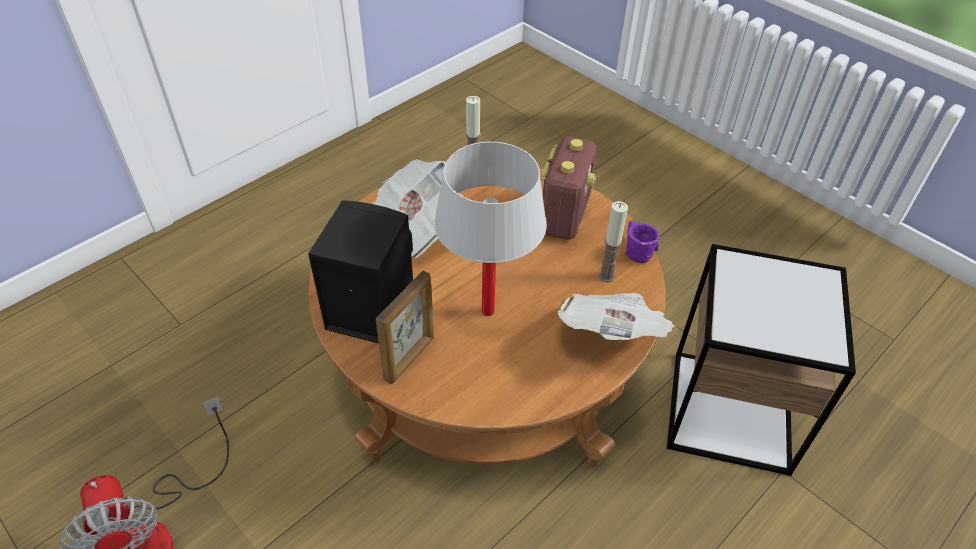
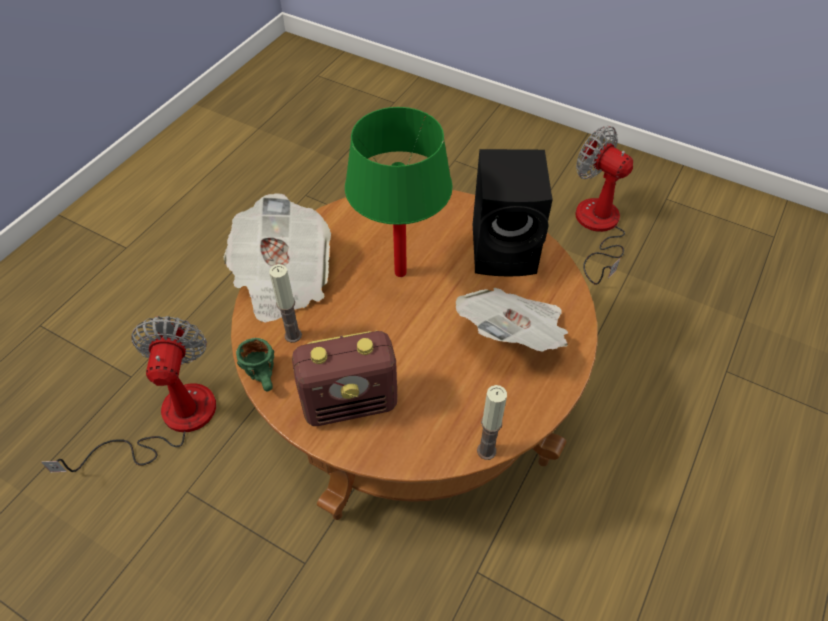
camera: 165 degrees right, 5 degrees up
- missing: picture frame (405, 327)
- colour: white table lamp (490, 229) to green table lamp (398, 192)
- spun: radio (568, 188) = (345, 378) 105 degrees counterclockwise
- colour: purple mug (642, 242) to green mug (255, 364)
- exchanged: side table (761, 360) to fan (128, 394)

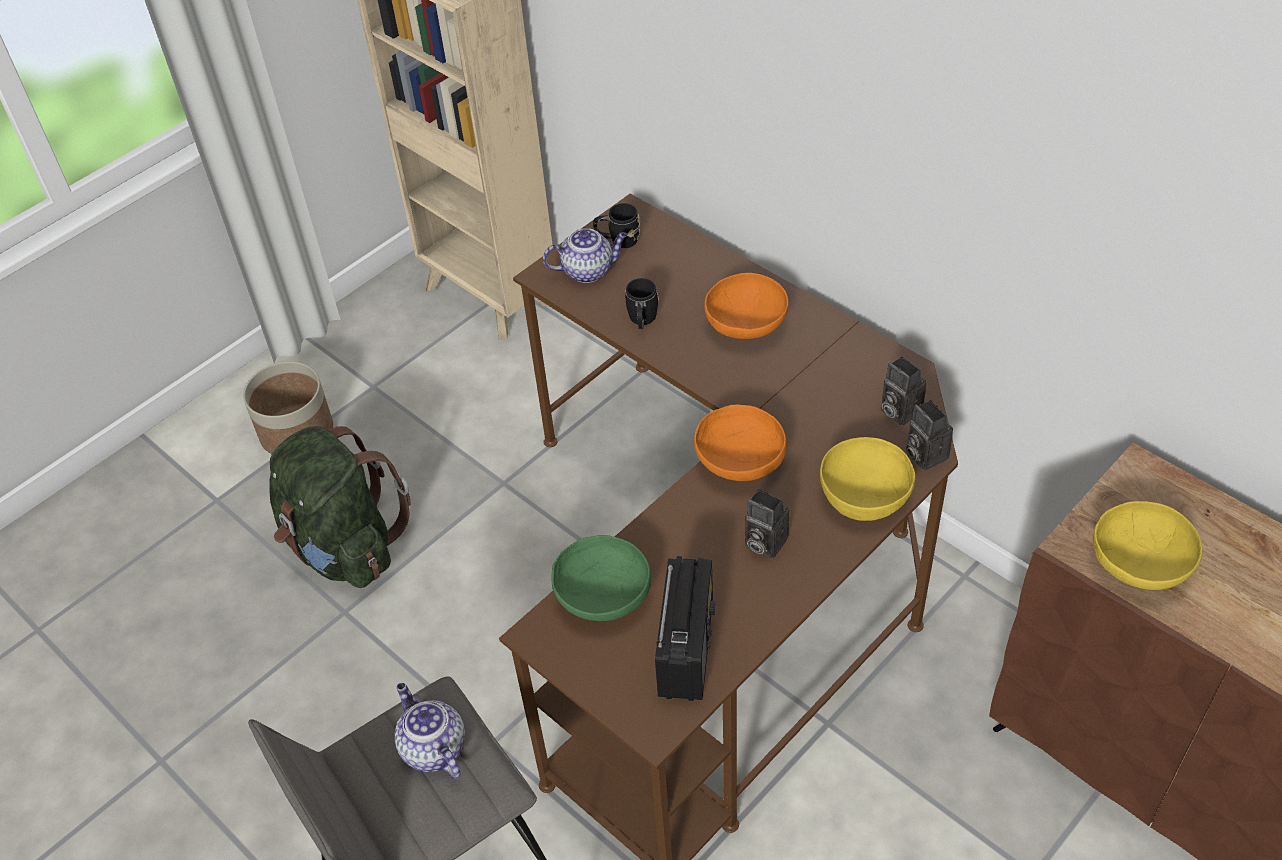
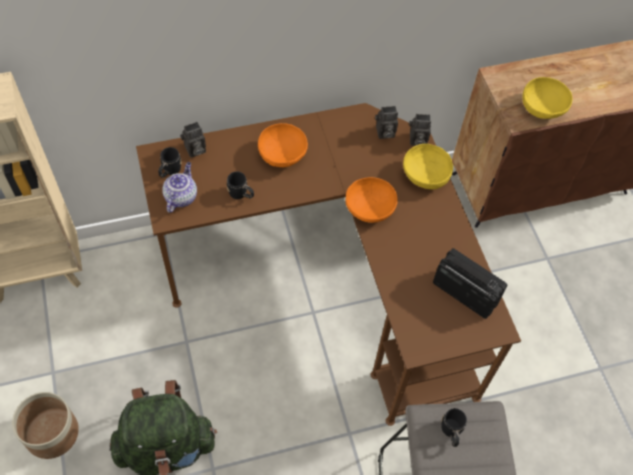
camera: 65 degrees left, 10 degrees up
- exchanged: teapot (430, 731) to black mug (454, 427)
- missing: green bowl (601, 578)
- relocated: photo camera (767, 524) to (193, 139)

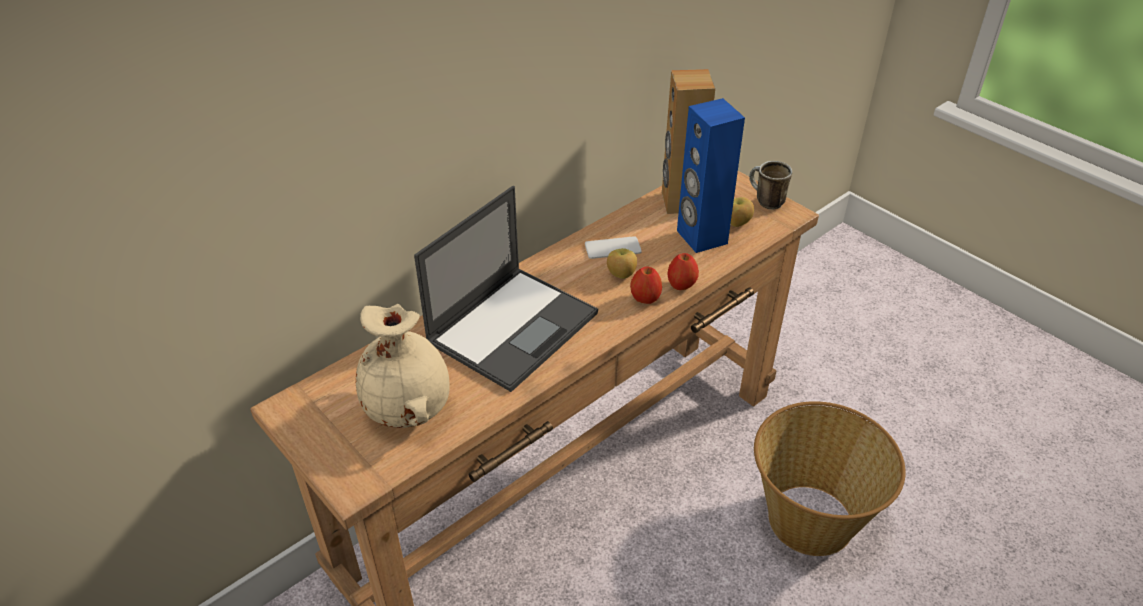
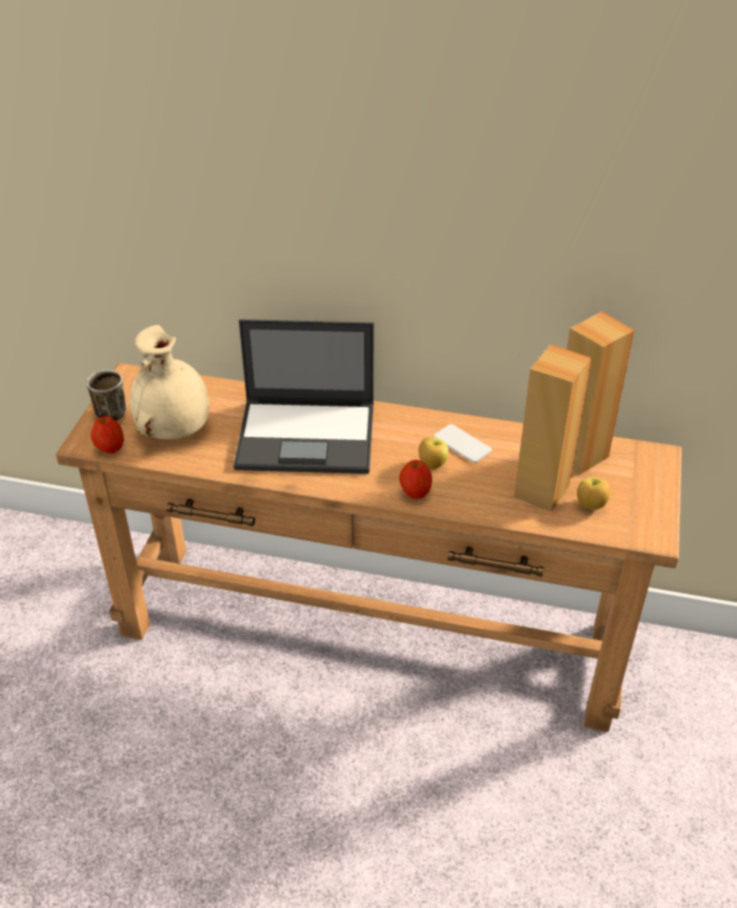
camera: 55 degrees right, 0 degrees up
- relocated: apple (683, 271) to (107, 435)
- colour: blue speaker (711, 175) to brown speaker (553, 428)
- relocated: mug (770, 185) to (106, 395)
- missing: basket (830, 478)

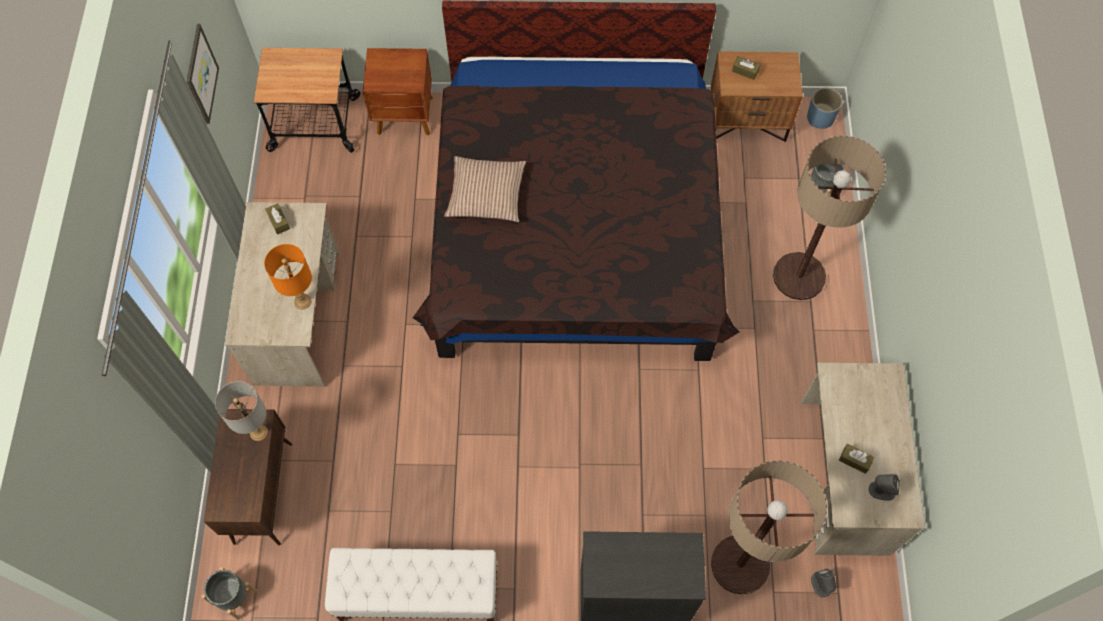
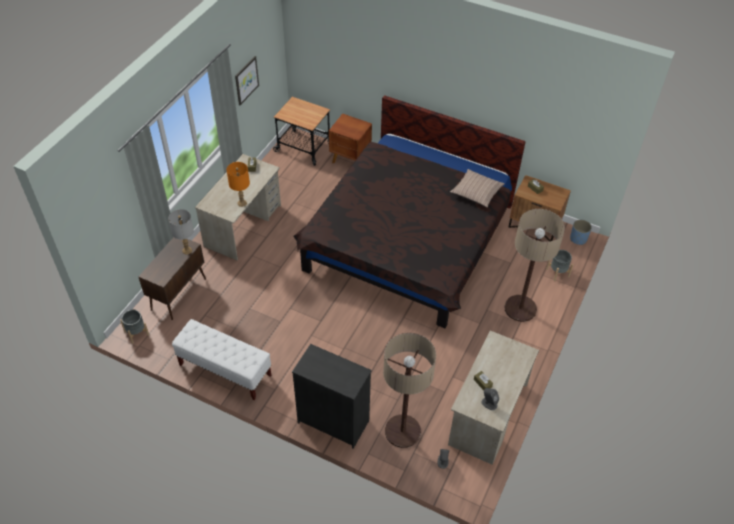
camera: 25 degrees right, 15 degrees down
- relocated: pillow (485, 189) to (477, 188)

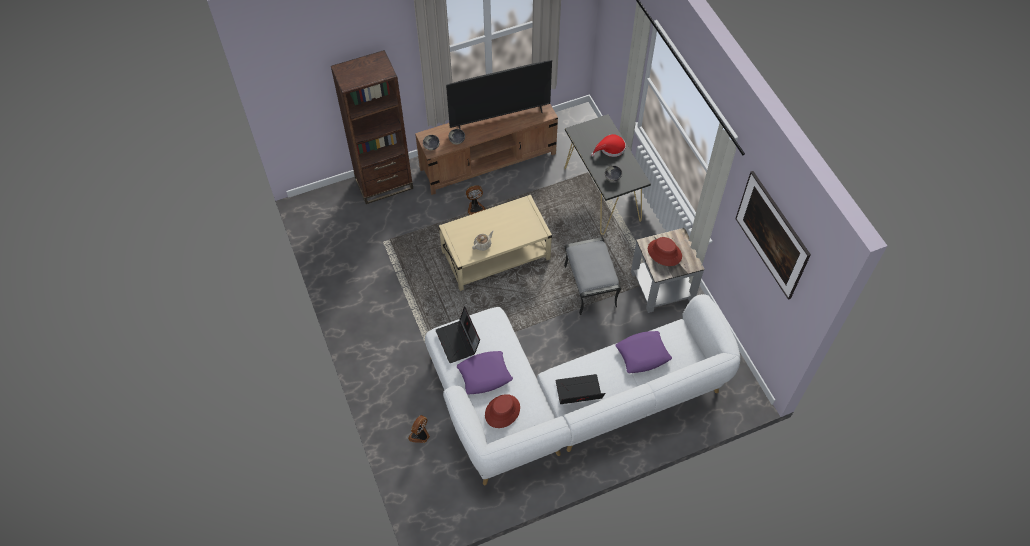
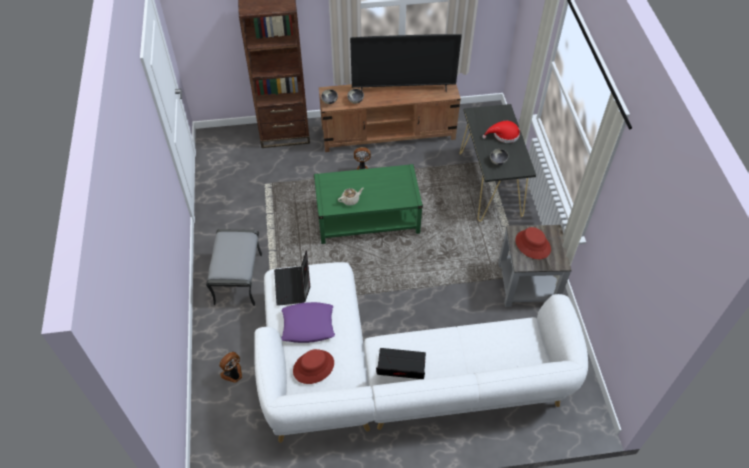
camera: 15 degrees right, 5 degrees down
- colour: beige coffee table (495, 243) to green coffee table (368, 204)
- relocated: grey ottoman (592, 276) to (234, 267)
- missing: purple pillow (644, 352)
- missing: picture (773, 235)

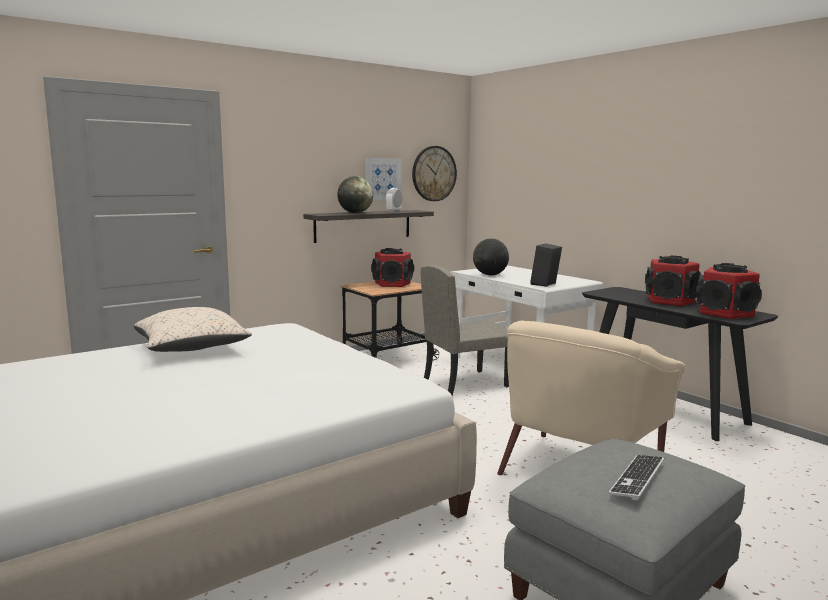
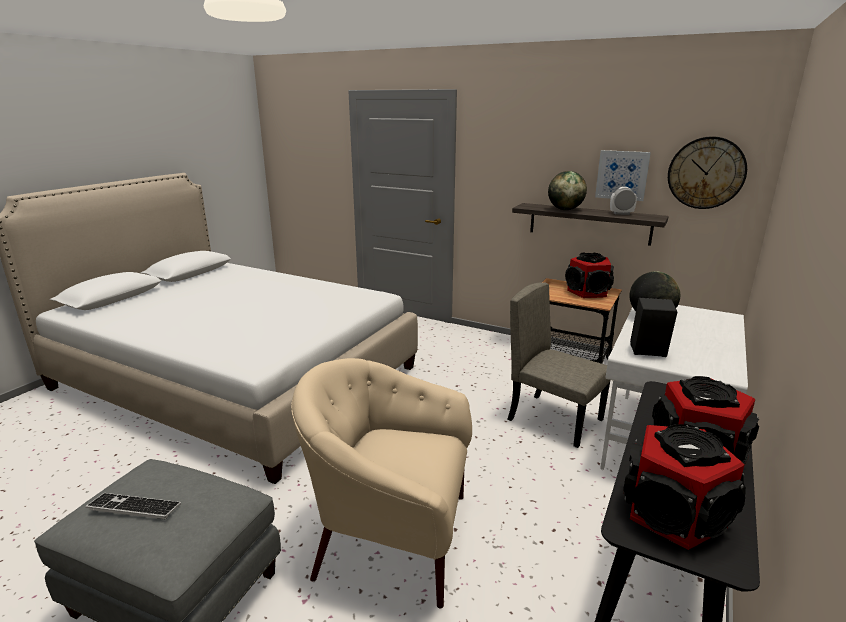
camera: 65 degrees right, 10 degrees up
- missing: beige pillow (193, 329)

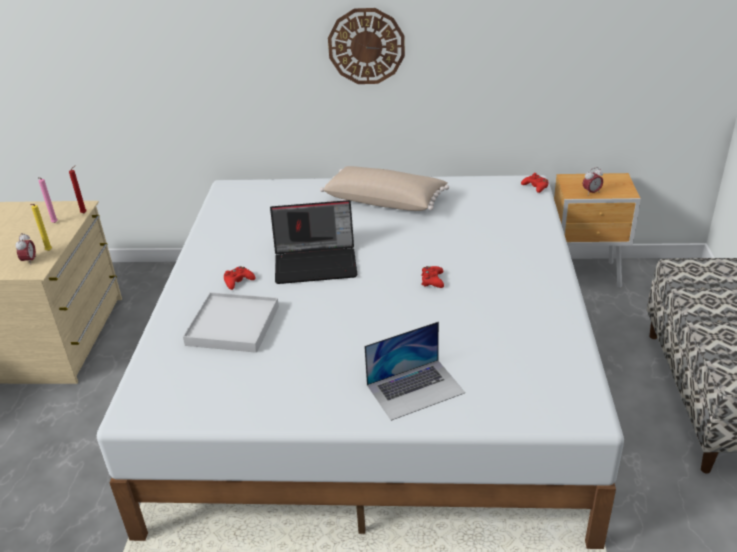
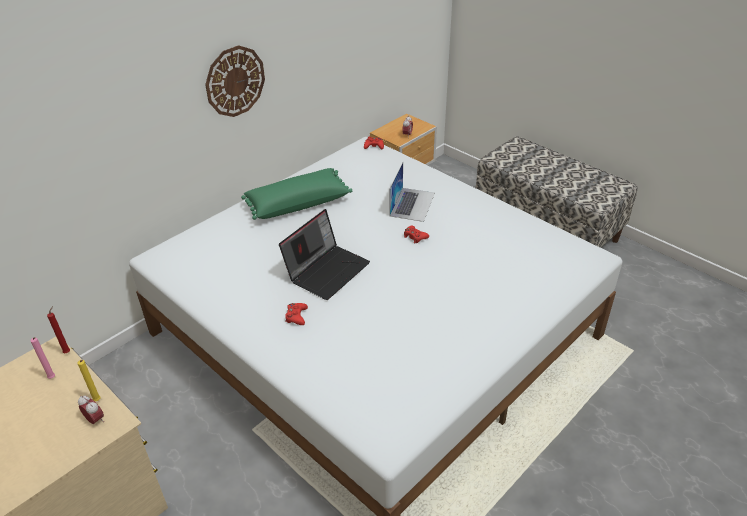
camera: 50 degrees left, 5 degrees up
- missing: white tray (231, 322)
- colour: beige pillow (384, 188) to green pillow (296, 194)
- relocated: laptop (414, 371) to (412, 192)

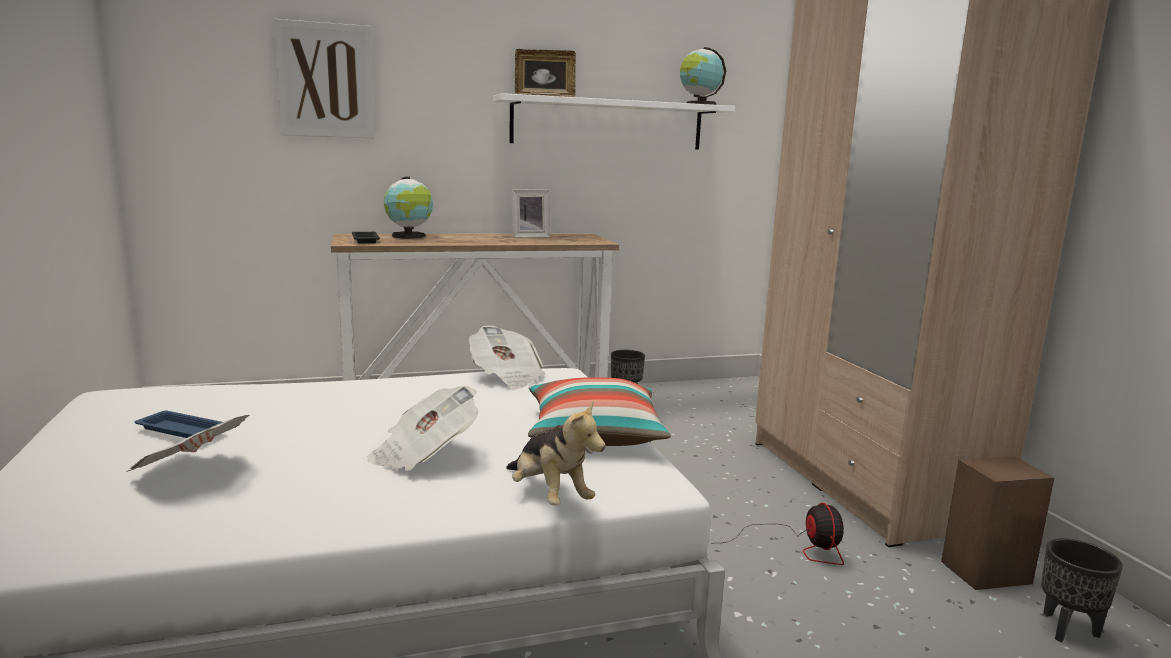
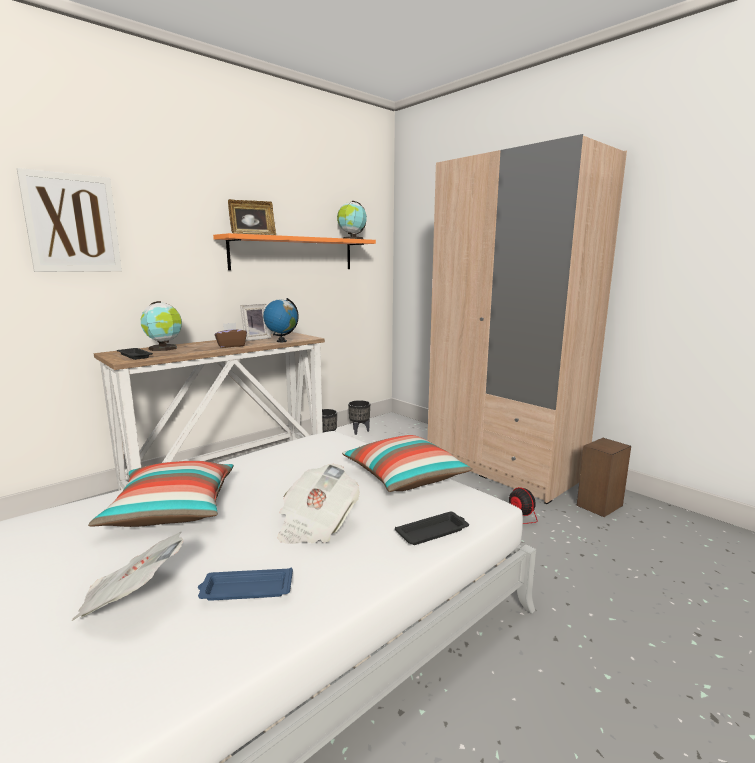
camera: 25 degrees left, 0 degrees up
- relocated: blue tray (179, 424) to (245, 584)
- missing: newspaper (506, 357)
- colour: white shelf (614, 121) to orange shelf (294, 251)
- exchanged: plush toy (556, 454) to black tray (432, 528)
- relocated: black planter (1082, 590) to (359, 417)
- appeared: pillow (161, 494)
- appeared: brown tissue box (231, 335)
- appeared: globe (281, 320)

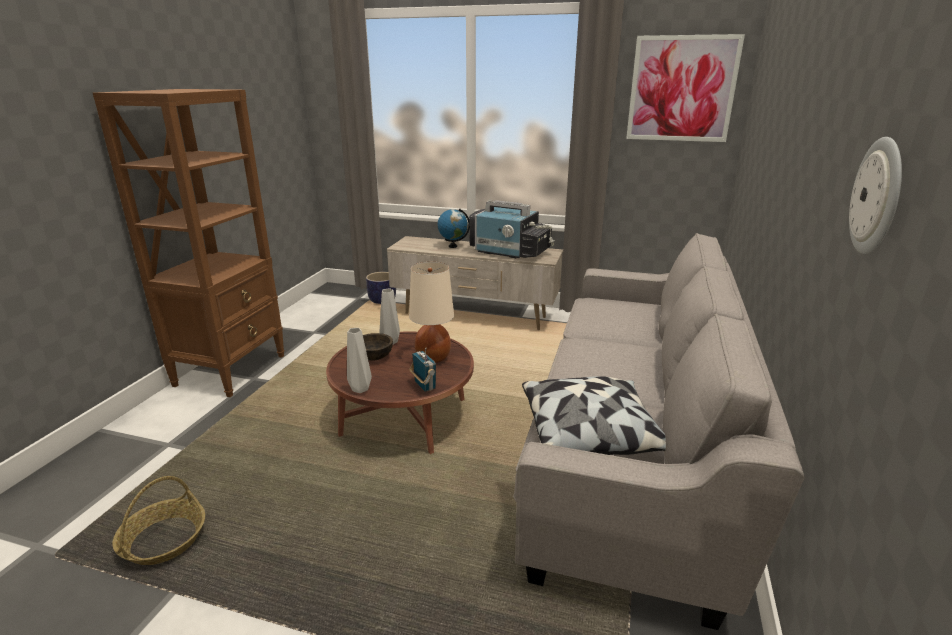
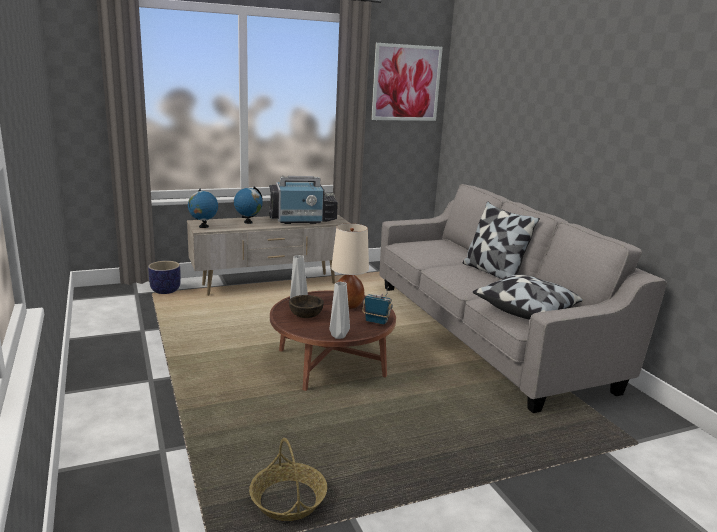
camera: 40 degrees left, 5 degrees down
- missing: brown bookcase (189, 243)
- missing: wall clock (875, 195)
- appeared: globe (203, 208)
- appeared: pillow (501, 240)

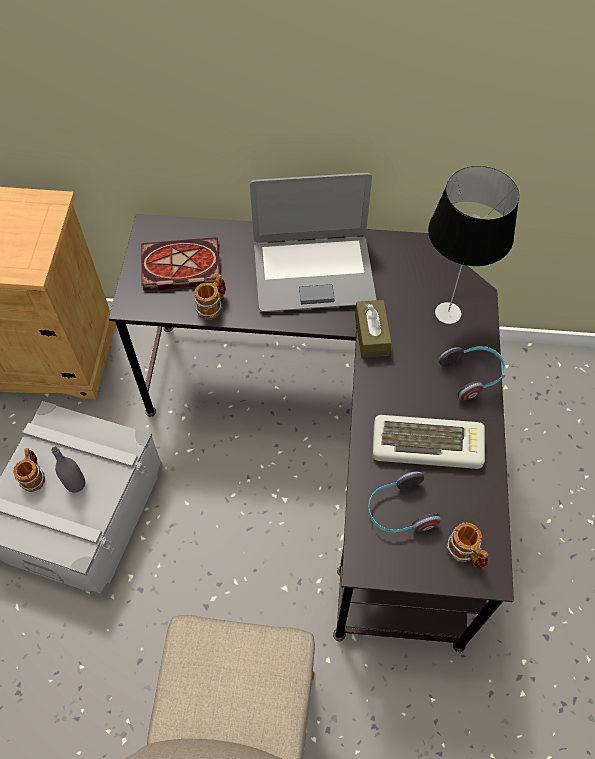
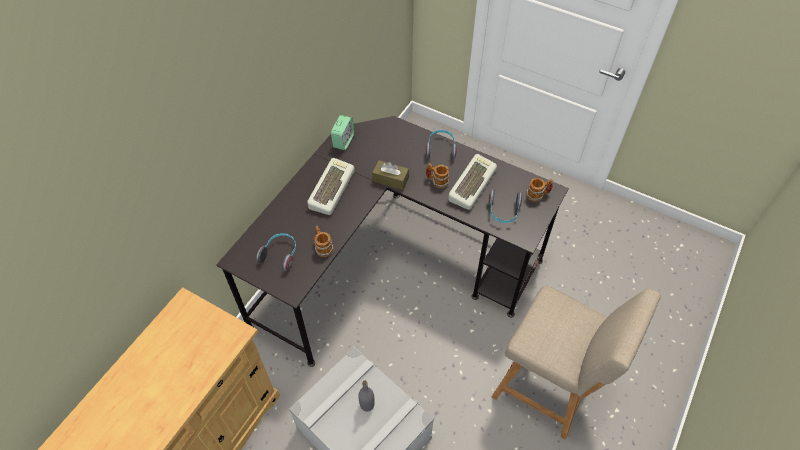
camera: 65 degrees left, 5 degrees down
- relocated: mug (29, 470) to (437, 176)
- exchanged: book (180, 263) to headphones (276, 252)
- exchanged: laptop (313, 242) to keyboard (331, 186)
- missing: table lamp (473, 245)
- appeared: alarm clock (342, 132)

